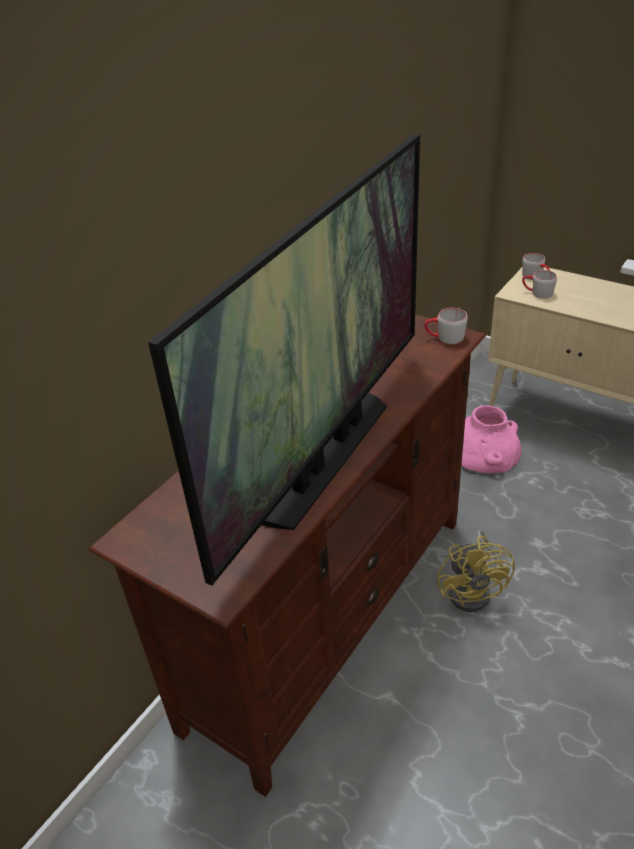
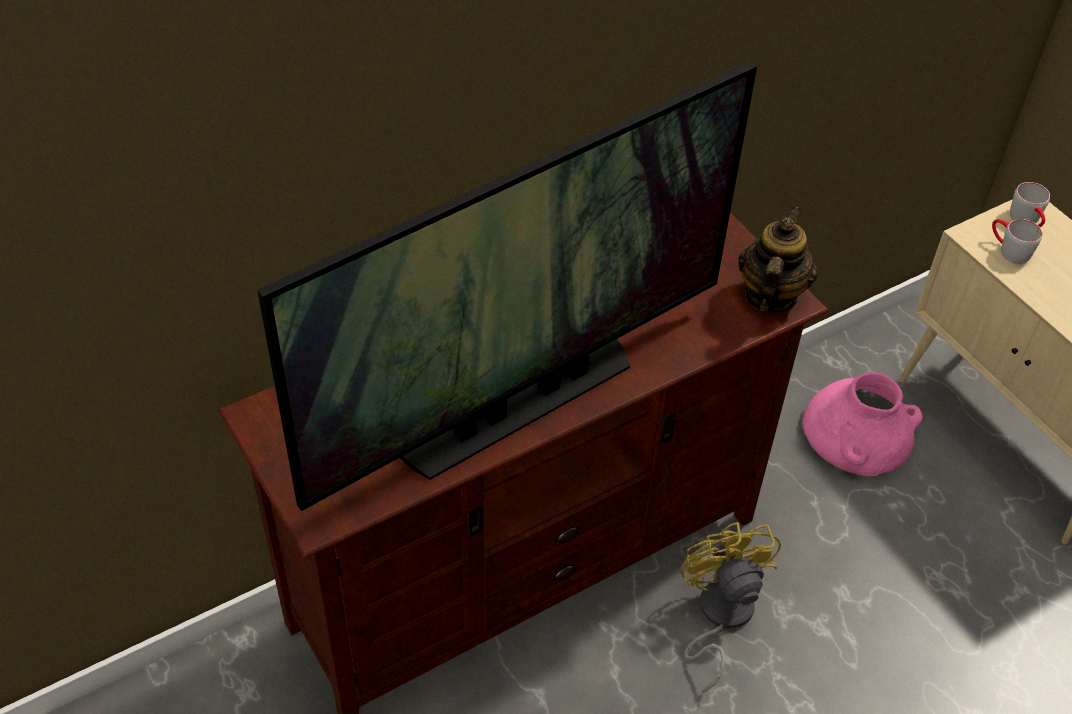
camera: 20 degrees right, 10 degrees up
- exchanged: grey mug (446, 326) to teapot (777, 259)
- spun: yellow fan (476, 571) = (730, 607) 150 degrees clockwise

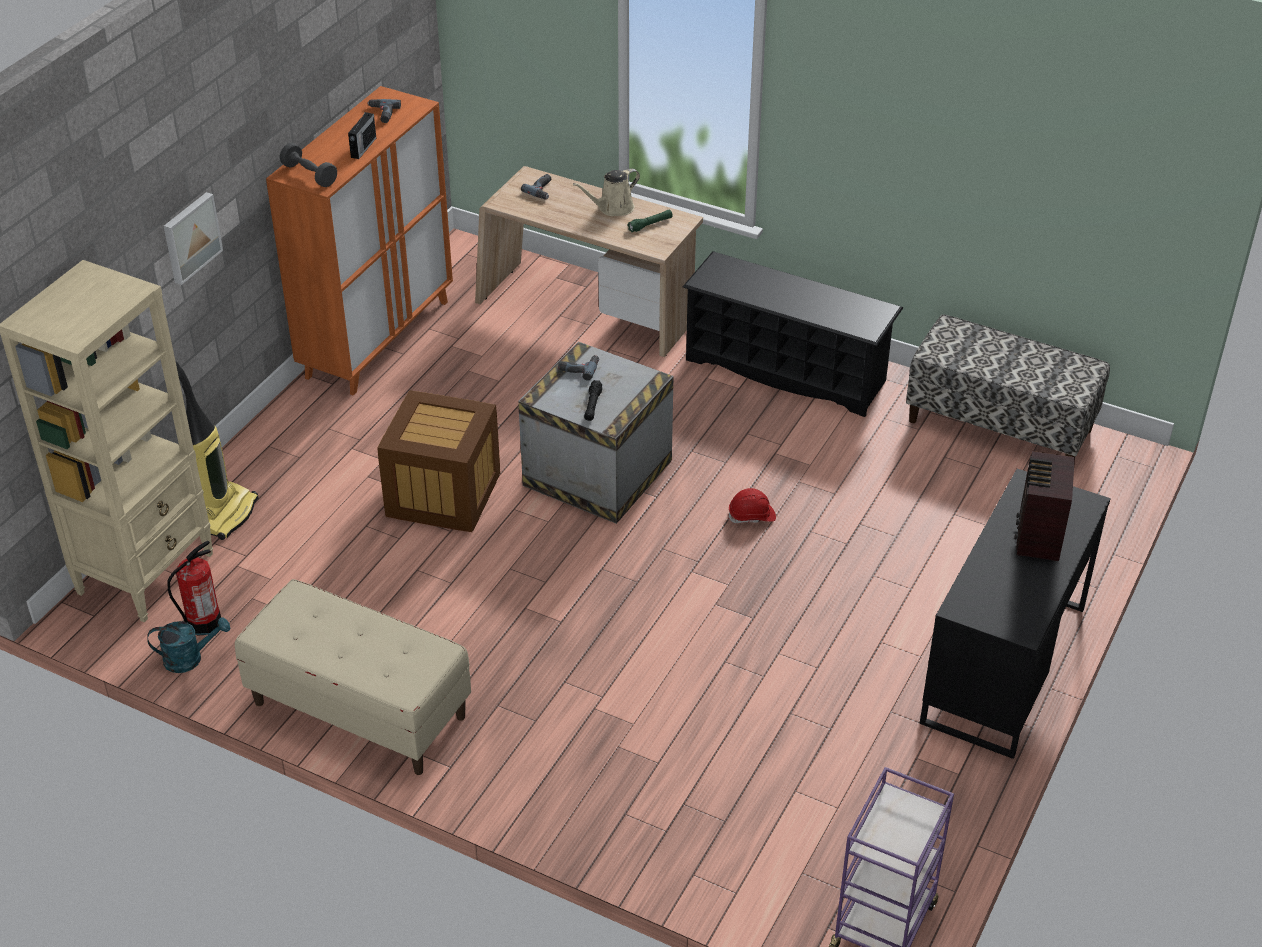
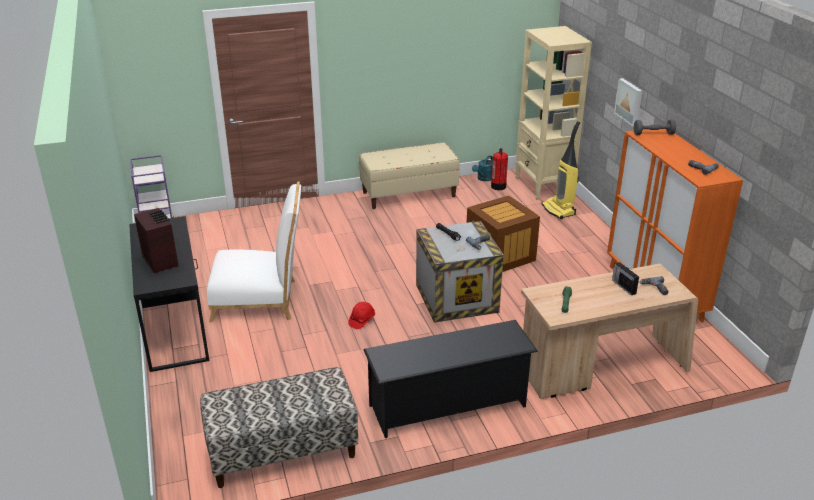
camera: 135 degrees right, 10 degrees down
- relocated: radio (362, 134) to (625, 278)
- missing: beige watering can (606, 192)
- appeared: white chair (254, 252)

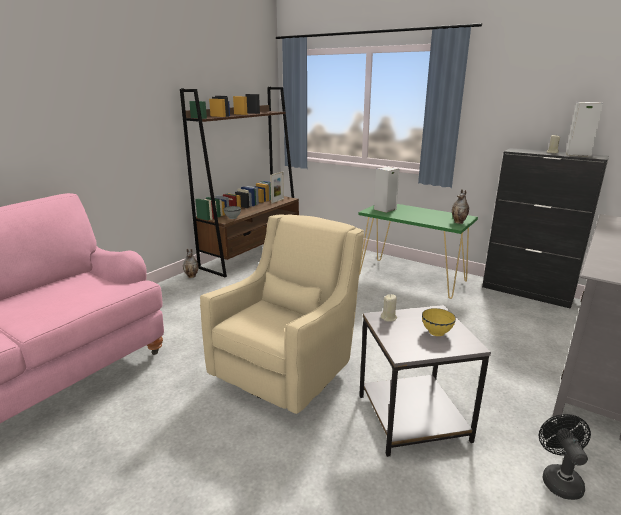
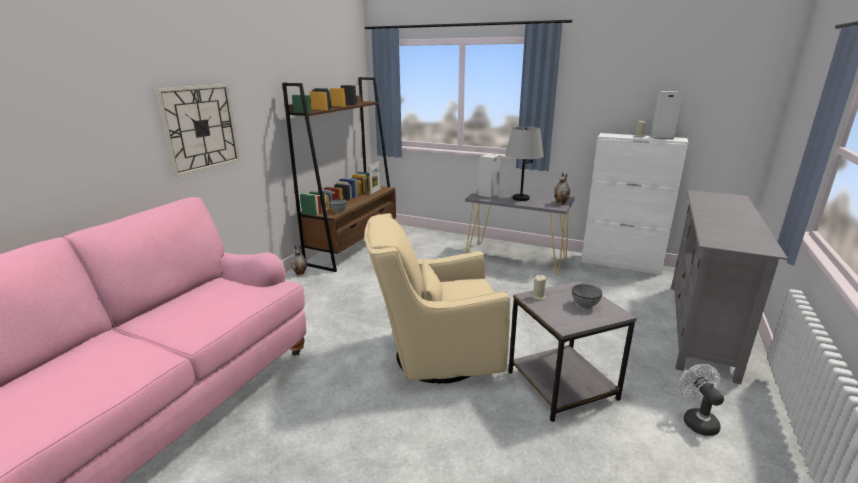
camera: 10 degrees left, 0 degrees up
- spun: beige armchair (282, 314) = (437, 298) 120 degrees counterclockwise
- colour: green console table (418, 251) to grey console table (520, 232)
- colour: yellow bowl (439, 322) to grey bowl (587, 296)
- colour: black cabinet (545, 228) to white cabinet (634, 204)
- colour: black fan (565, 457) to white fan (701, 400)
- appeared: wall clock (197, 130)
- appeared: grey table lamp (524, 163)

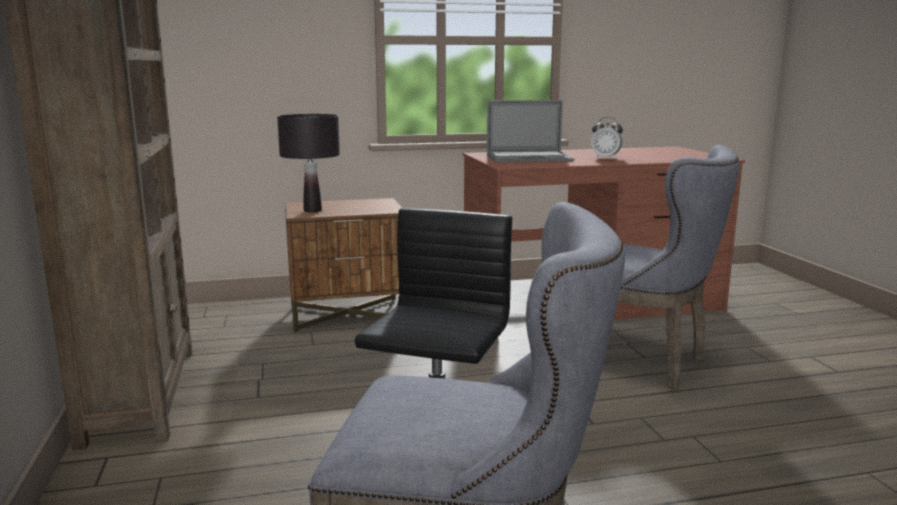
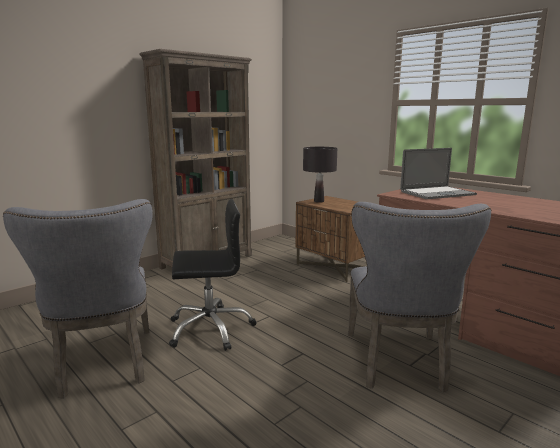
camera: 60 degrees right, 0 degrees up
- spun: laptop (530, 131) = (438, 173) 75 degrees counterclockwise
- missing: alarm clock (607, 138)

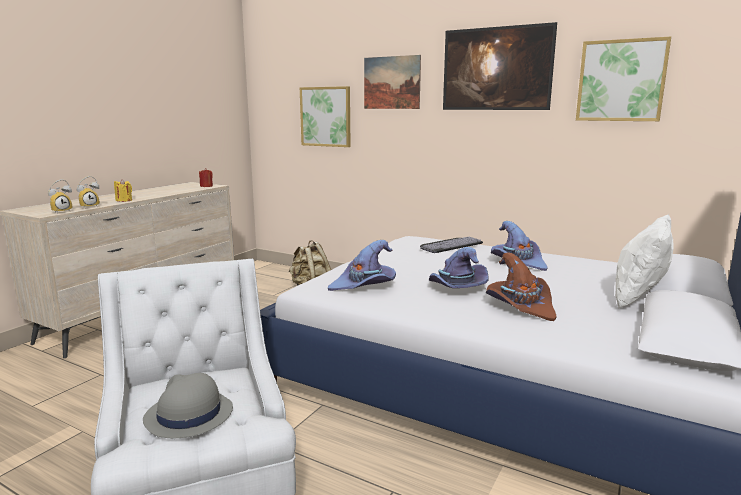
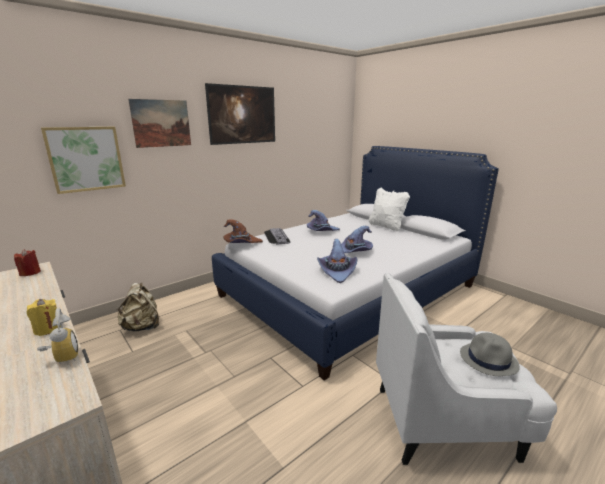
camera: 70 degrees left, 5 degrees up
- missing: alarm clock (60, 196)
- relocated: brown hat (521, 287) to (243, 231)
- missing: picture (623, 79)

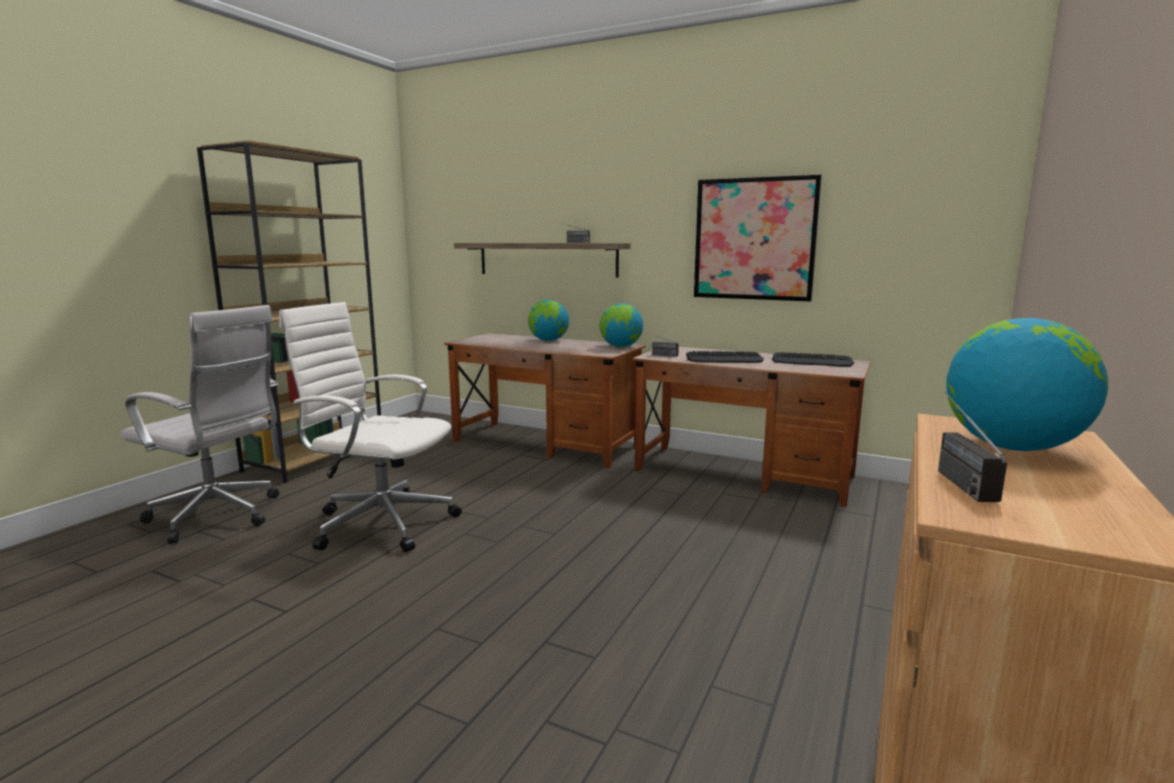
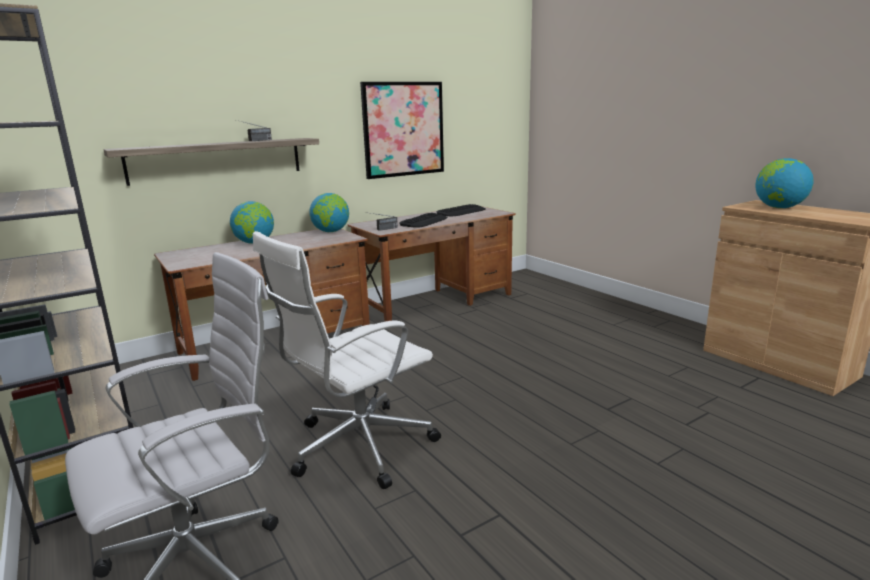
camera: 60 degrees left, 5 degrees up
- missing: radio (972, 447)

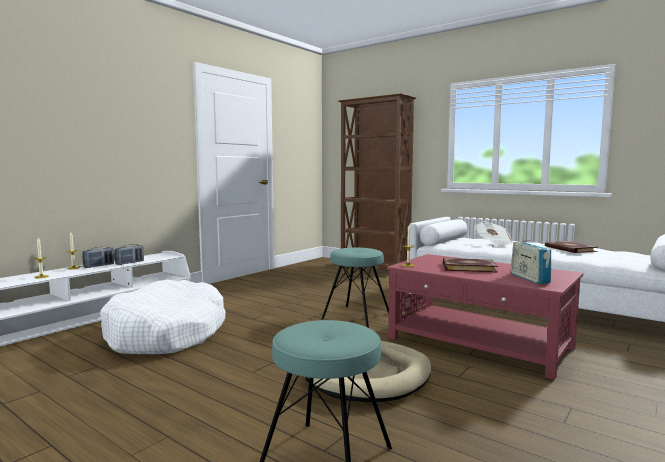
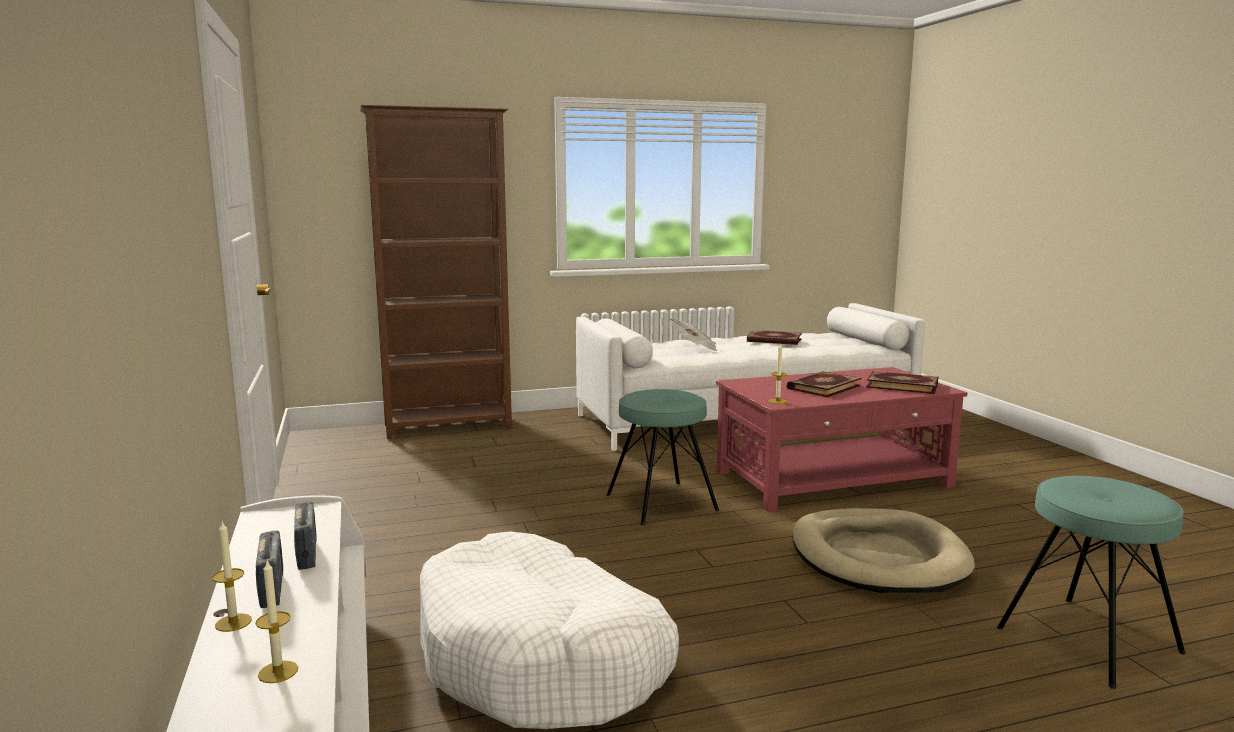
camera: 55 degrees left, 5 degrees up
- exchanged: radio (531, 259) to book (902, 382)

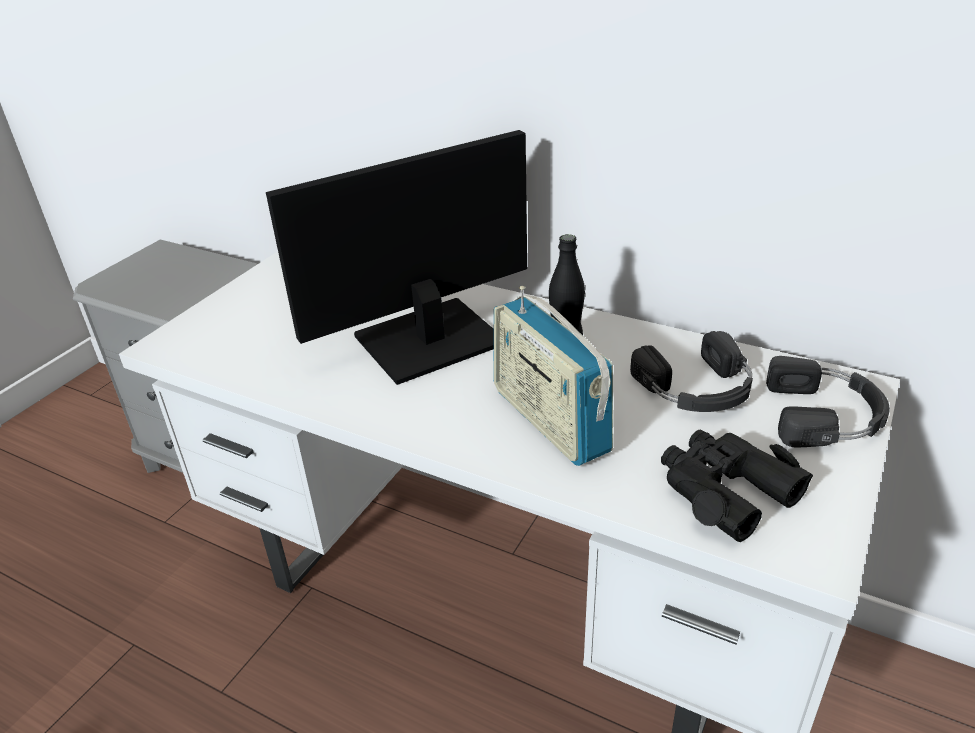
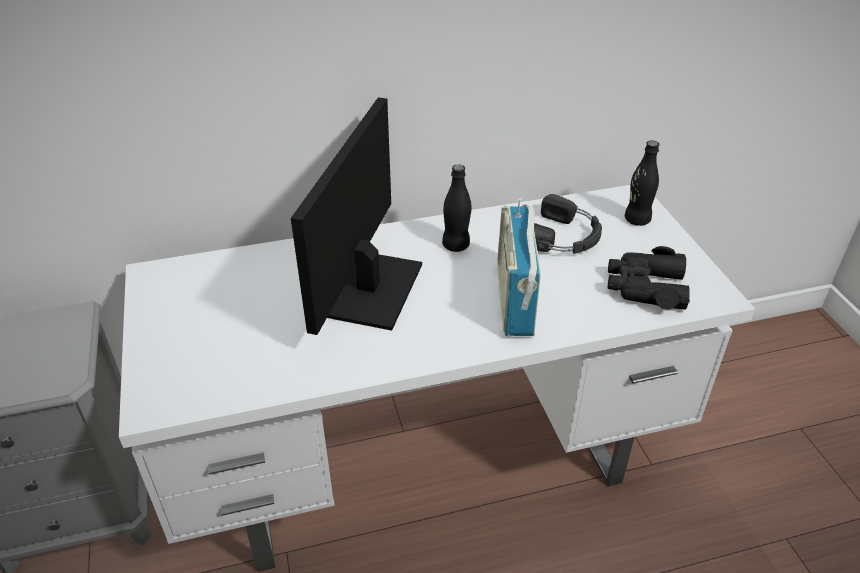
camera: 45 degrees left, 5 degrees up
- spun: radio (553, 376) = (519, 266) 75 degrees clockwise
- exchanged: black headphones (828, 402) to black bottle (642, 183)

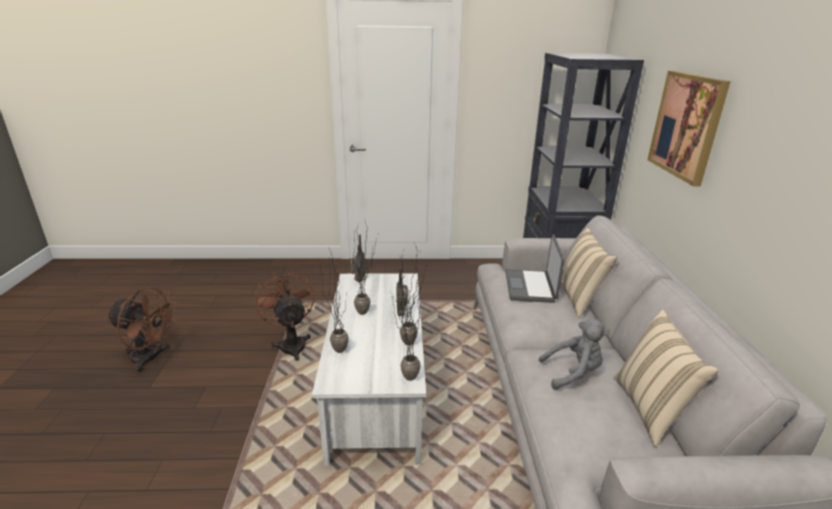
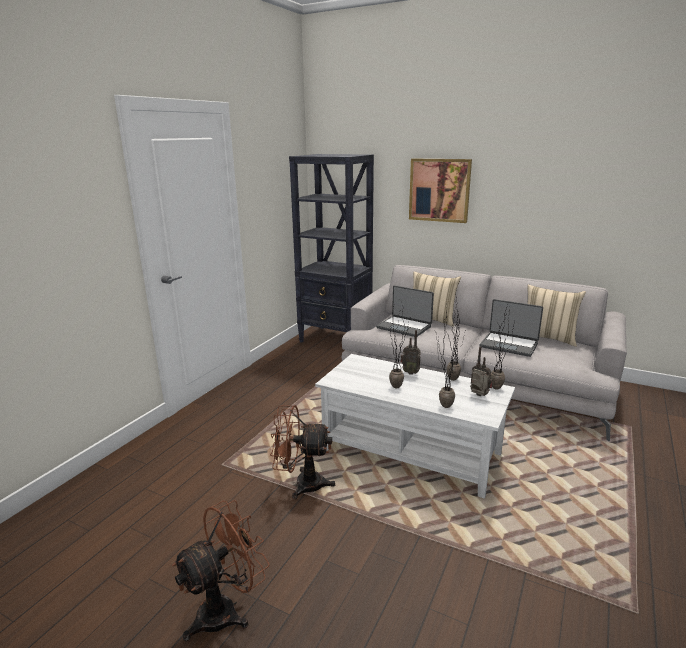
camera: 60 degrees left, 5 degrees down
- relocated: radio (358, 258) to (481, 371)
- exchanged: grey plush toy (573, 354) to laptop (511, 328)

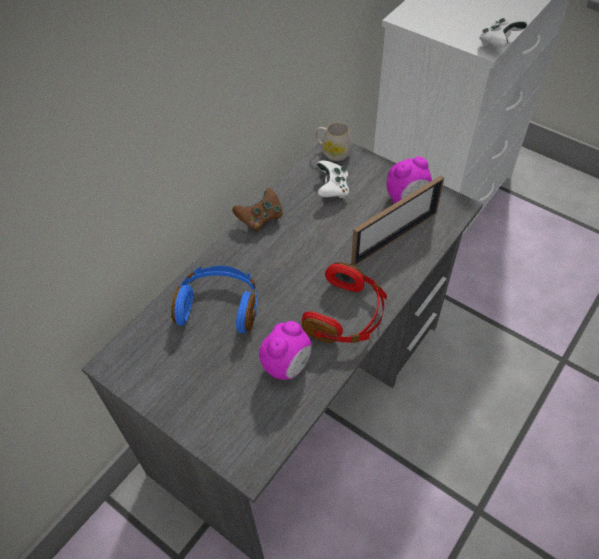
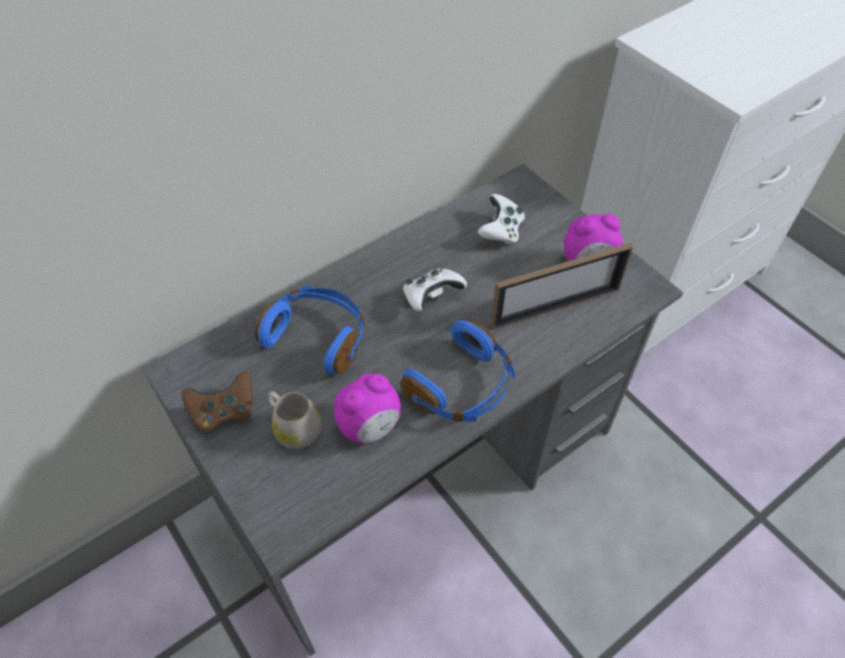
camera: 15 degrees right, 0 degrees up
- relocated: brown game controller (257, 210) to (217, 402)
- colour: red headphones (344, 302) to blue headphones (458, 370)
- relocated: white mug (333, 141) to (294, 420)
- relocated: white game controller (503, 33) to (435, 289)

